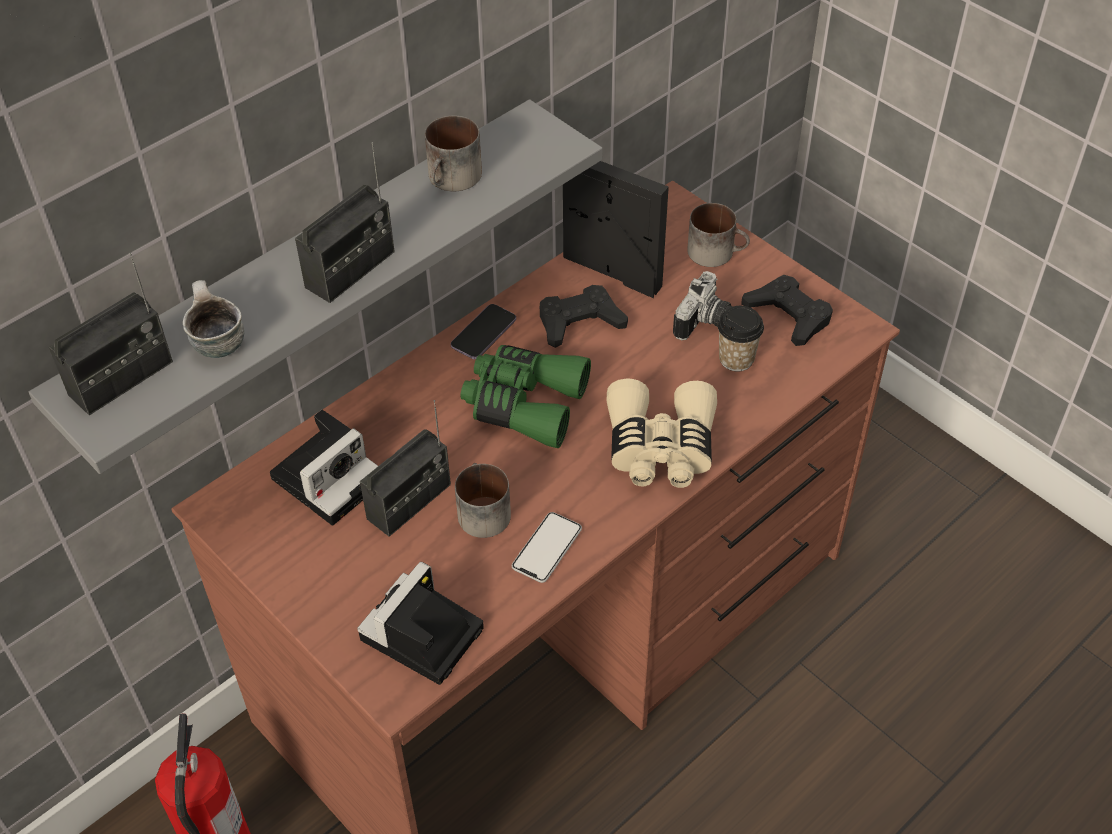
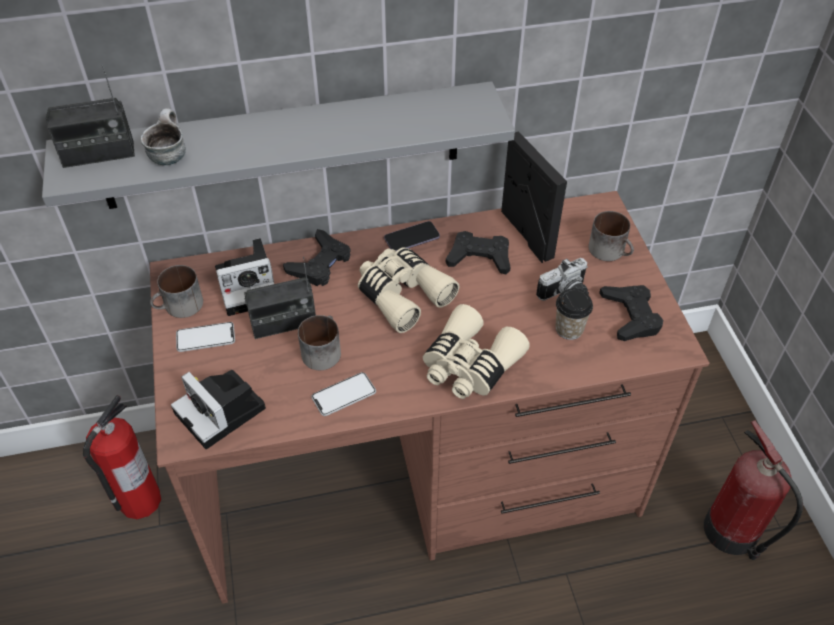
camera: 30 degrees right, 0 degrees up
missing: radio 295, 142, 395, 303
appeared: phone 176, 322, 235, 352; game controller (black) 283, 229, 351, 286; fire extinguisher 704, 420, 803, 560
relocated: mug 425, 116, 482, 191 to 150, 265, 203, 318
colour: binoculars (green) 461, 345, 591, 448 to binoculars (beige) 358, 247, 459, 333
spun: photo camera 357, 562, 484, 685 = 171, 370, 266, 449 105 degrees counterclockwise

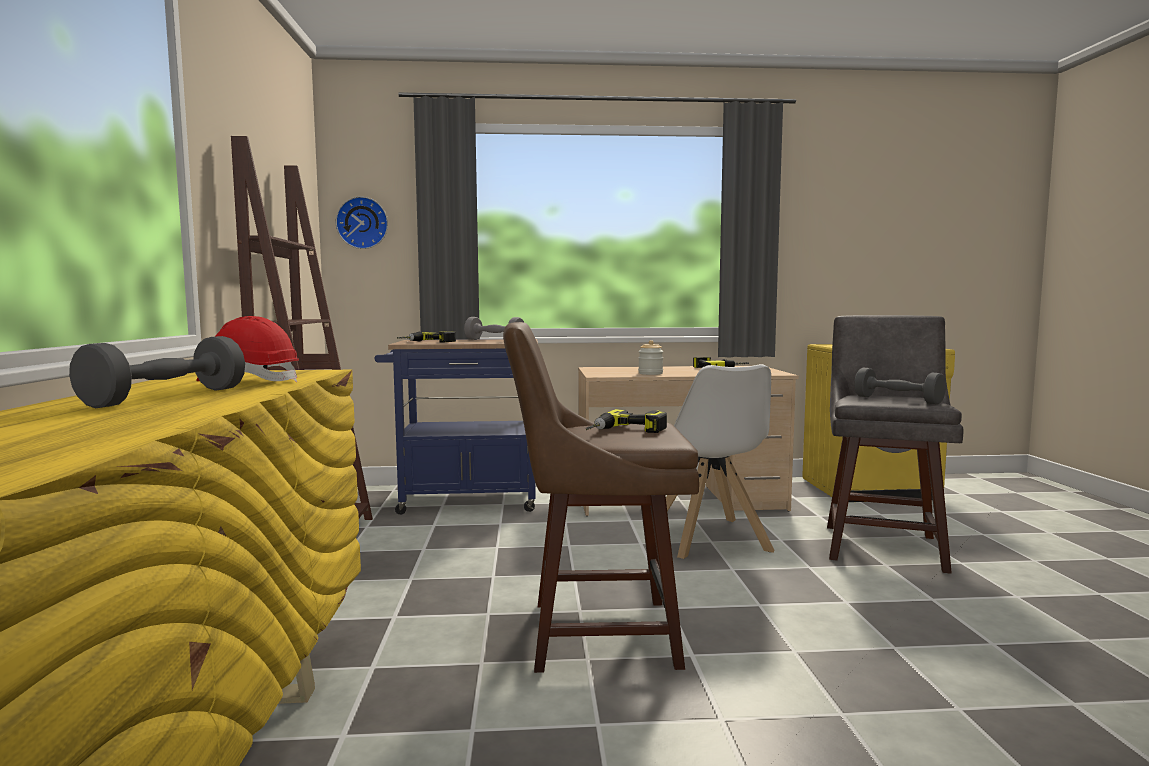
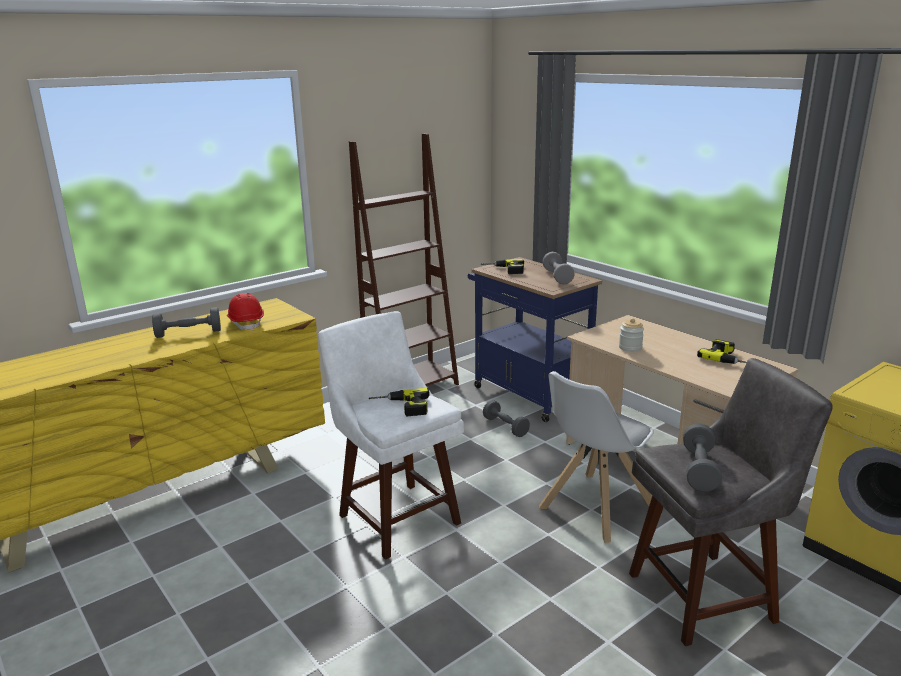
camera: 55 degrees right, 15 degrees up
missing: wall clock 336, 196, 388, 249
appeared: dumbbell (grey) 483, 400, 530, 437
colour: stool (brown) 503, 322, 699, 673 to stool (white) 318, 311, 464, 560

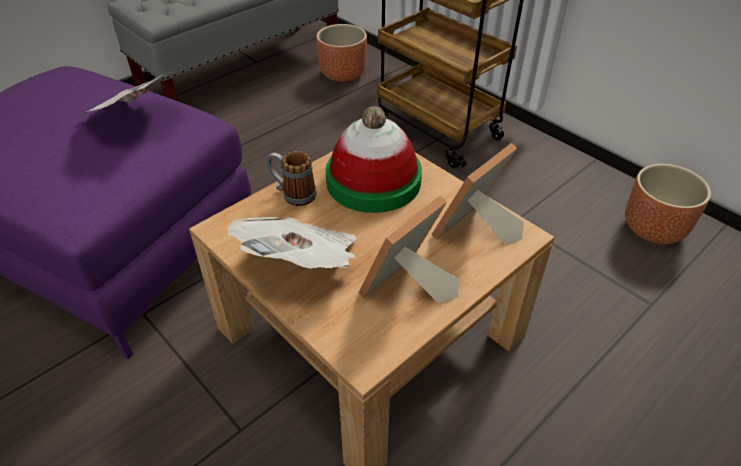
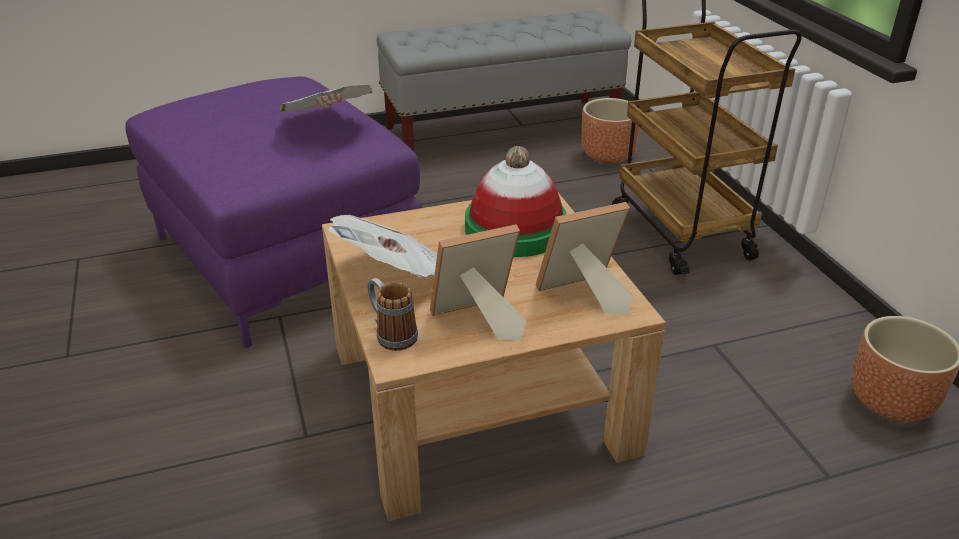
camera: 25 degrees right, 10 degrees down
relocated: mug 266, 151, 317, 206 to 367, 278, 418, 351

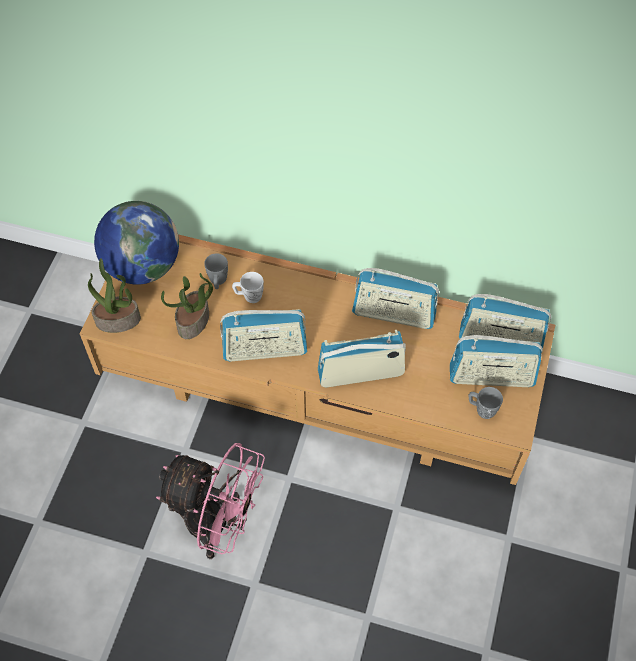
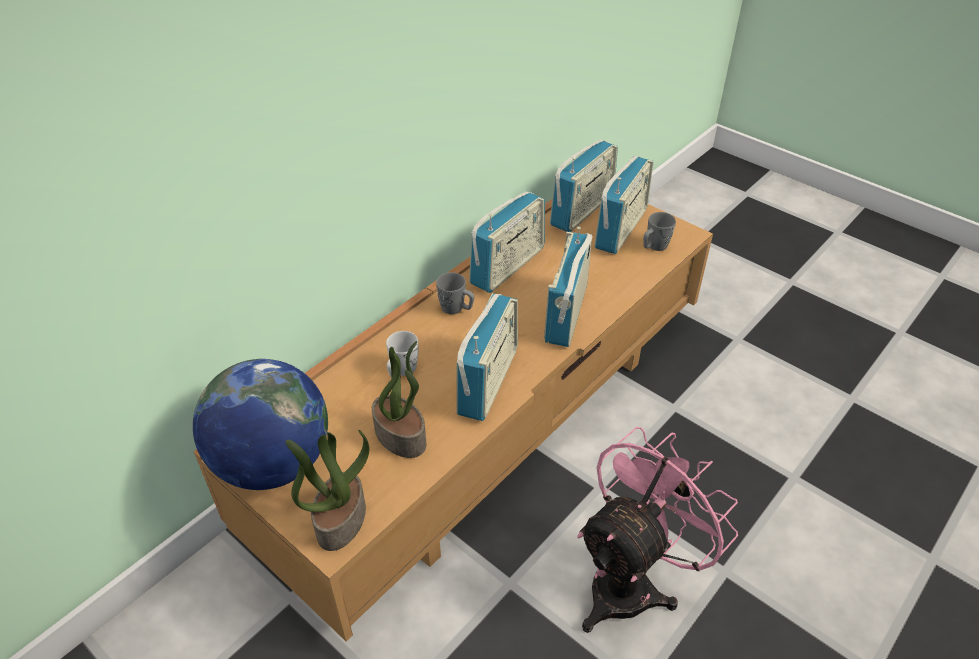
camera: 65 degrees left, 15 degrees down
relocated: mug (grey) 204, 253, 228, 289 to 436, 272, 474, 314

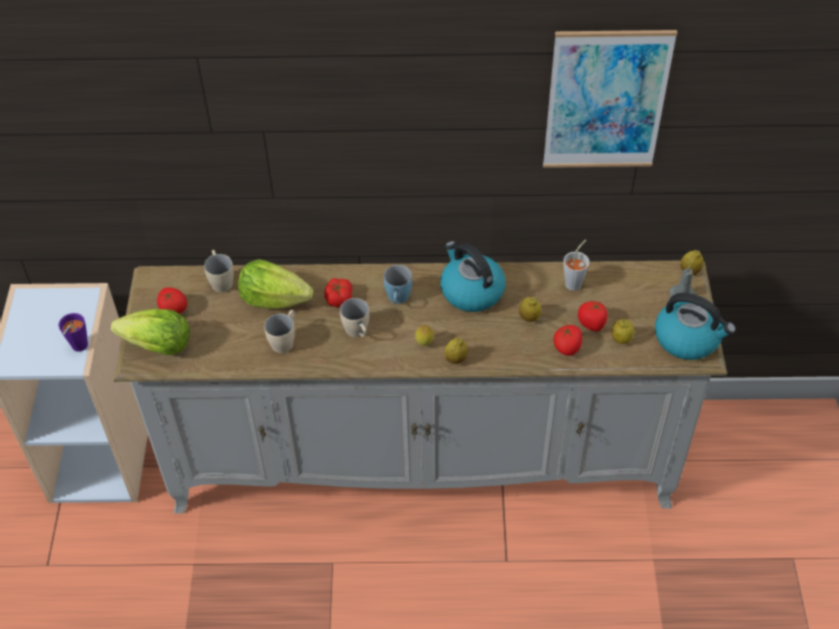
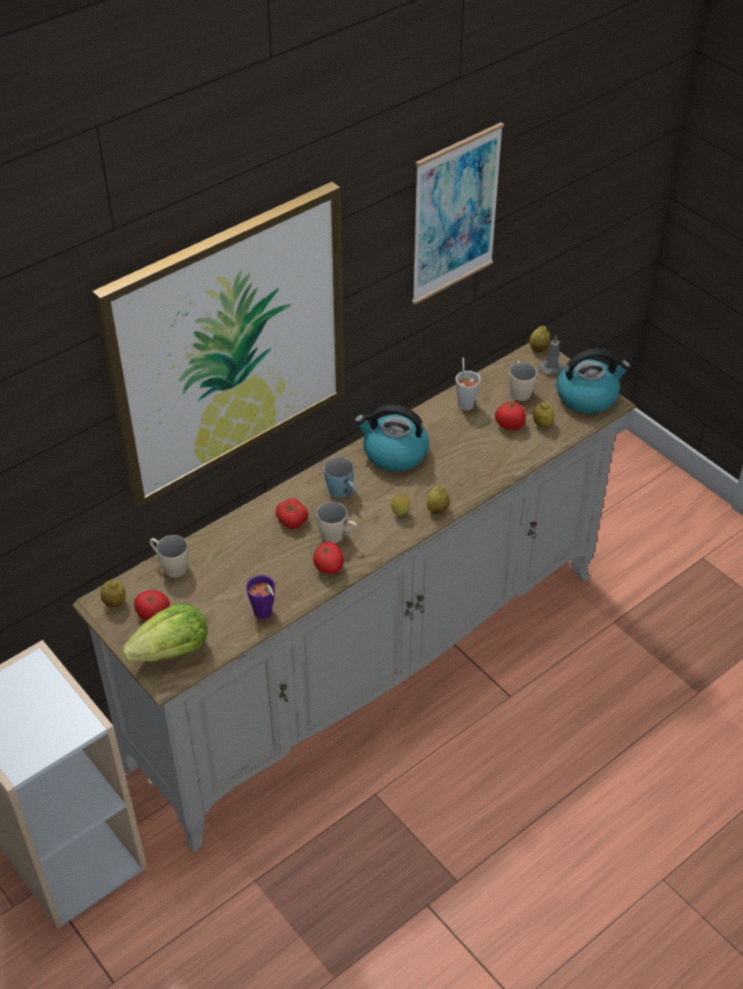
camera: 40 degrees left, 5 degrees down
missing: lettuce 238, 259, 313, 309
appeared: picture 92, 182, 344, 507
relocated: cup (purple) 59, 313, 88, 352 to 246, 575, 275, 619; mug (beige) 264, 310, 295, 353 to 509, 359, 537, 401; lemon 519, 297, 541, 322 to 100, 580, 126, 607; tomato 554, 325, 582, 356 to 313, 542, 344, 574

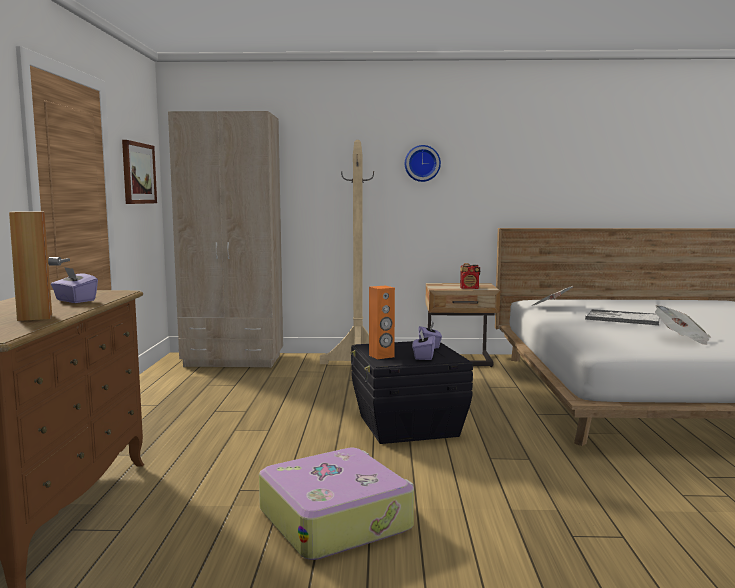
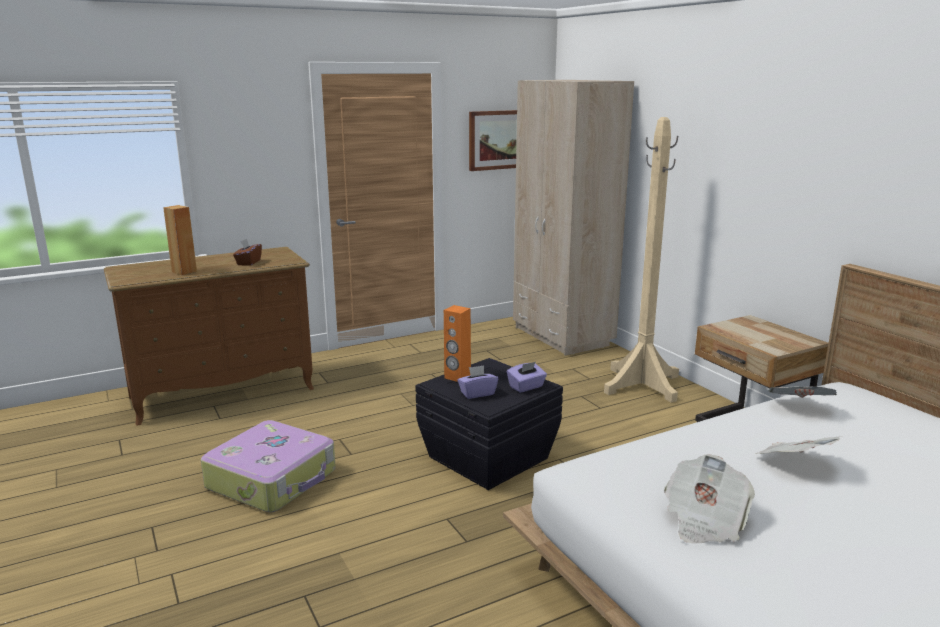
camera: 60 degrees right, 10 degrees up
missing: wall clock 405, 145, 441, 182; radio 460, 263, 480, 289
exchanged: tray 585, 309, 660, 325 to newspaper 755, 436, 843, 454
colour: tissue box (purple) 51, 267, 98, 303 to tissue box (brown) 233, 238, 262, 266

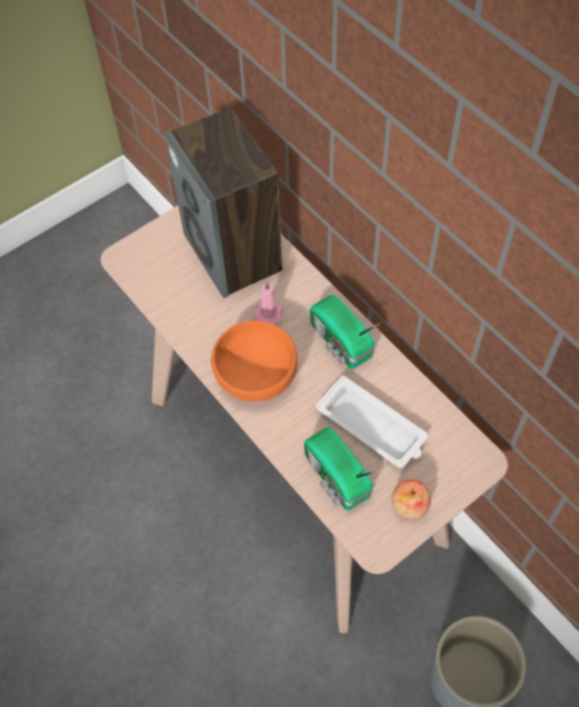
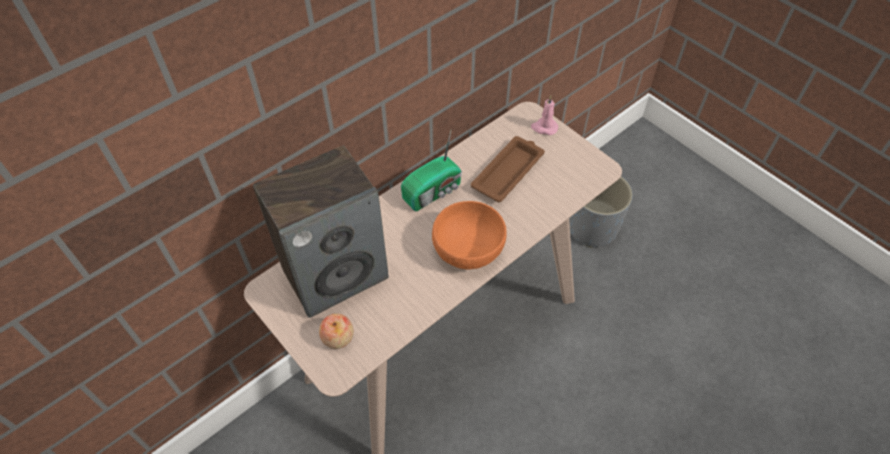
camera: 95 degrees left, 5 degrees down
missing: radio 304, 427, 381, 511
relocated: candle (pink) 254, 281, 283, 325 to 531, 95, 558, 135; apple 391, 479, 431, 519 to 319, 313, 354, 349
colour: tray (white) 316, 375, 428, 468 to tray (brown) 471, 136, 545, 202

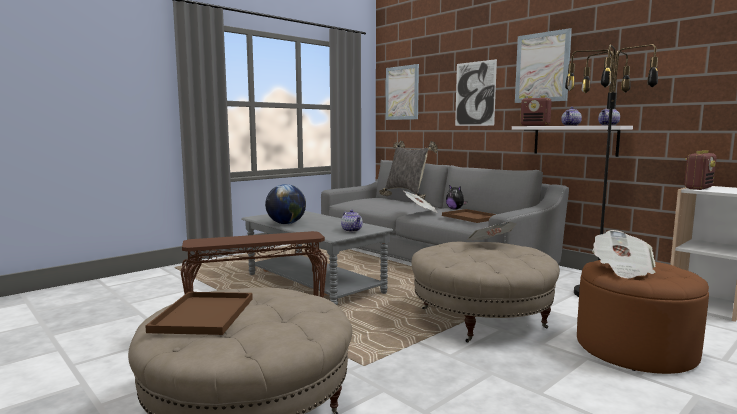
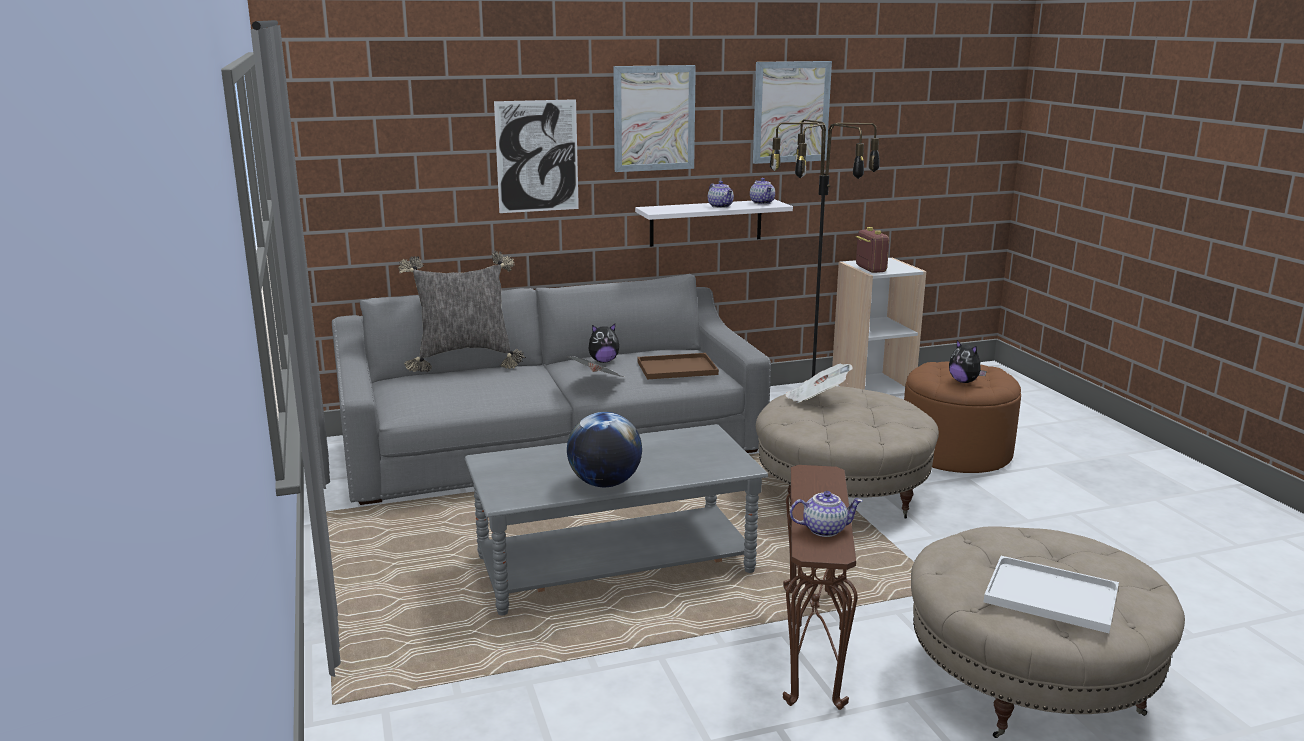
camera: 65 degrees left, 10 degrees up
missing: radio 520, 96, 552, 126
relocated: teapot 341, 210, 363, 232 to 790, 491, 863, 537; picture 386, 64, 419, 120 to 753, 61, 832, 164
exchanged: newspaper 593, 230, 656, 278 to plush toy 949, 340, 987, 383
colour: tray (brown) 145, 292, 253, 335 to tray (white) 984, 556, 1119, 633

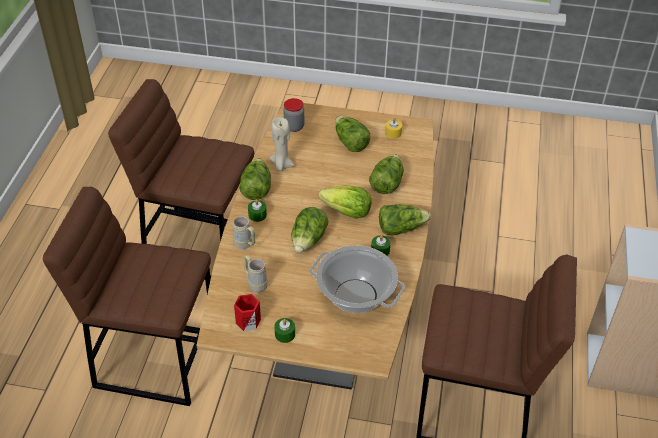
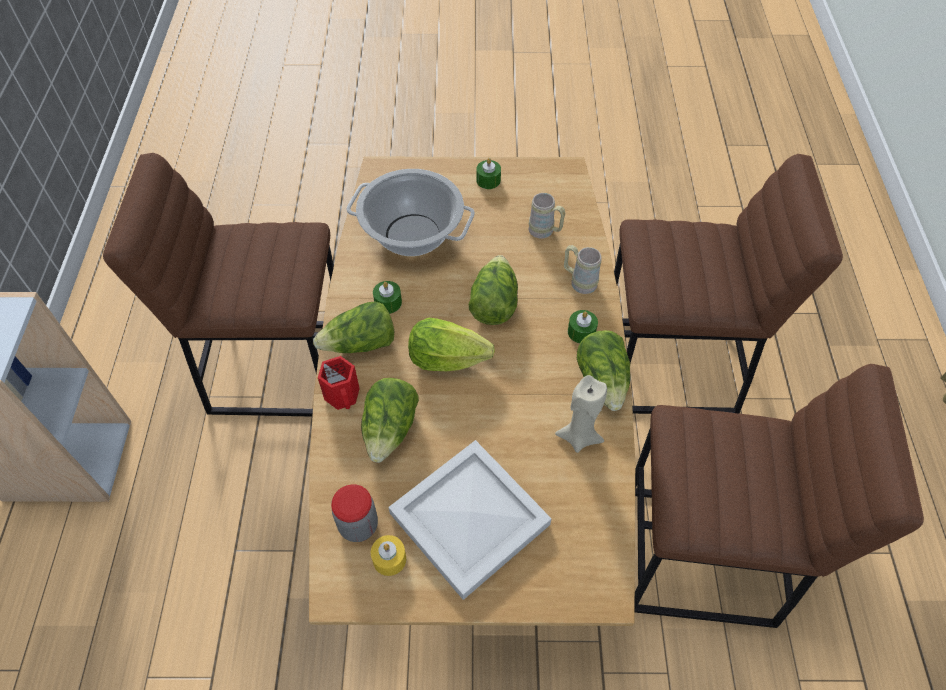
camera: 170 degrees right, 10 degrees up
relocated: mug (red) 234, 294, 261, 331 to 318, 356, 360, 410; jar 284, 98, 304, 132 to 331, 484, 378, 542
exchanged: lettuce 335, 116, 370, 152 to tray (white) 388, 440, 552, 600

